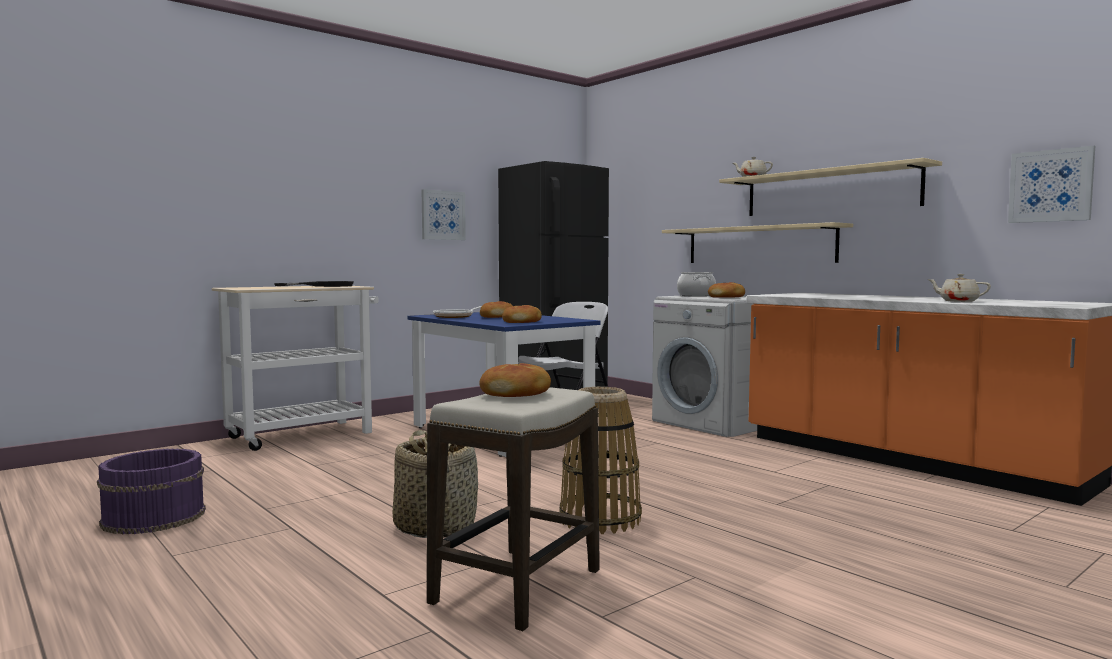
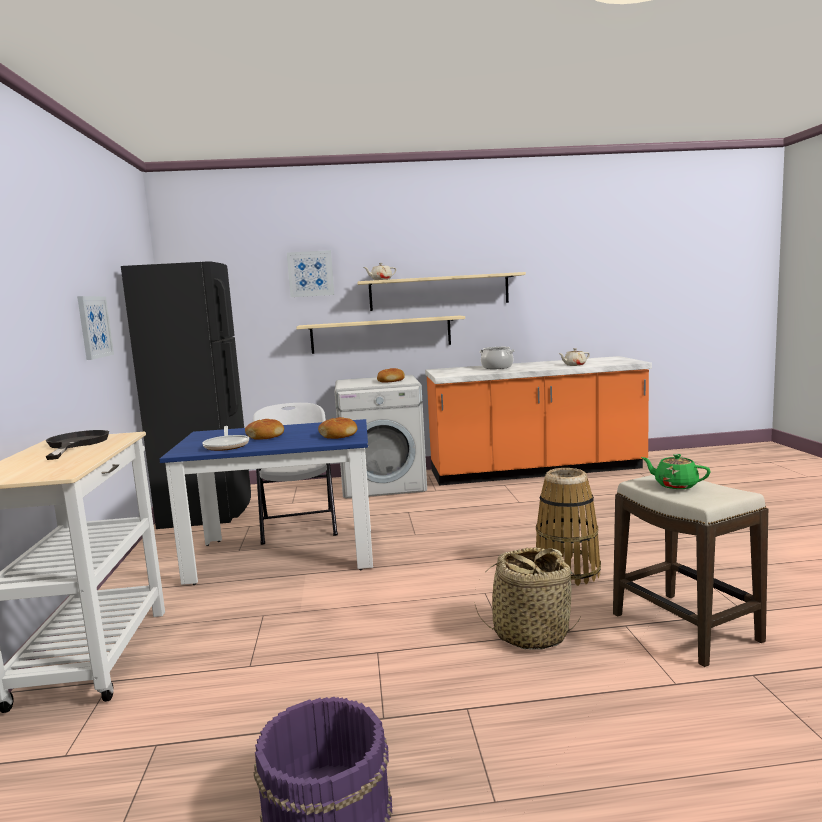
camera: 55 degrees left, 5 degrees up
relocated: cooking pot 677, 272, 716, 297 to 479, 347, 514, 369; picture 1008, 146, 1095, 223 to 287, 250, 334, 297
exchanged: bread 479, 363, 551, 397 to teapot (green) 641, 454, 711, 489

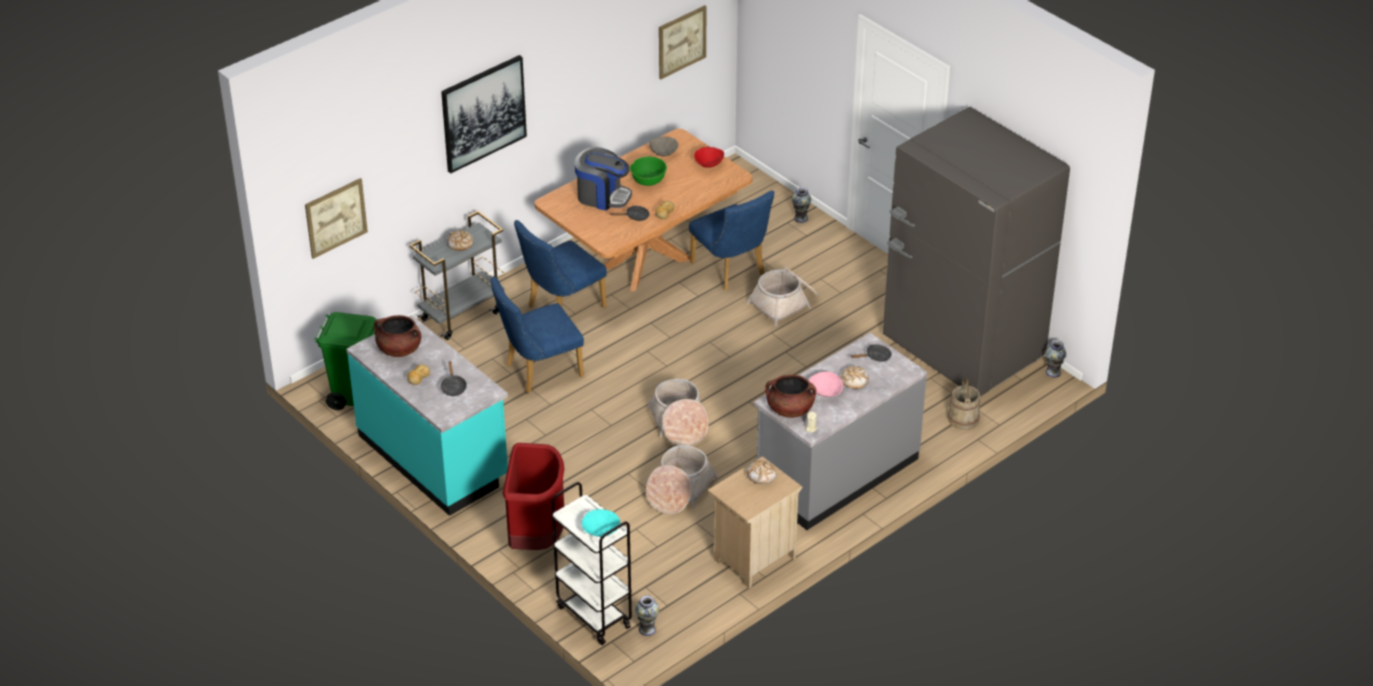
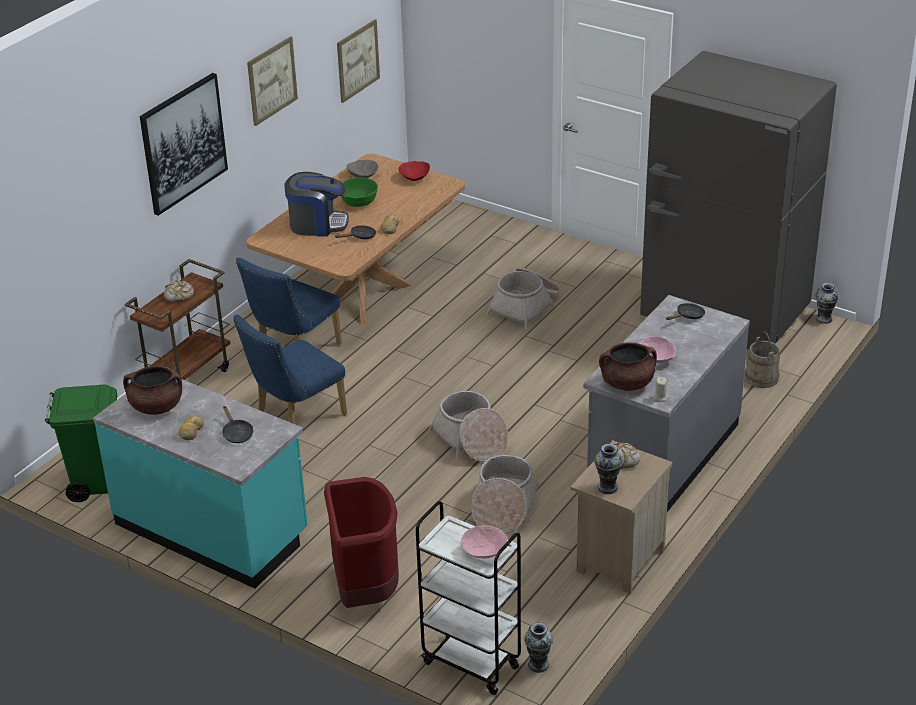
camera: 15 degrees left, 5 degrees down
missing: chair (blue) 689, 191, 775, 291; bread 841, 366, 869, 389
relocated: picture 305, 178, 368, 259 to 247, 36, 298, 126; vase 792, 187, 811, 223 to 594, 444, 623, 494
colour: cart (grey) 409, 211, 505, 340 to cart (brown) 125, 259, 231, 380; bowl (turquoise) 582, 509, 620, 537 to bowl (pink) 461, 526, 508, 559

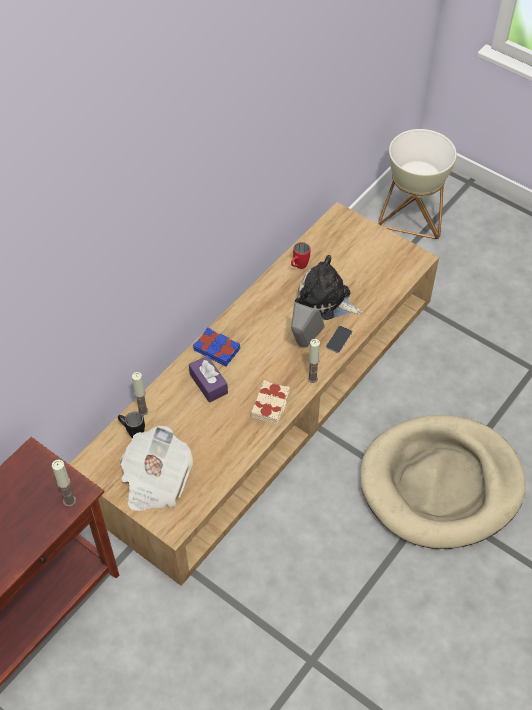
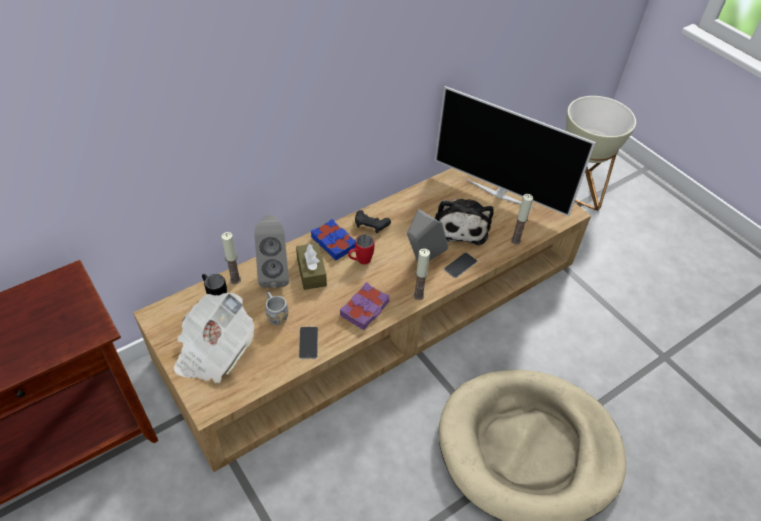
camera: 15 degrees right, 5 degrees down
appeared: speaker (grey) 255, 215, 289, 288; mug (grey) 265, 291, 289, 325; phone 299, 327, 318, 359; game controller (black) 355, 210, 391, 233; television 435, 86, 596, 216
relocated: candle 52, 460, 76, 507 to 511, 194, 533, 244; mug (red) 291, 242, 310, 269 to 348, 234, 375, 264
colour: tissue box (purple) 189, 356, 228, 403 to tissue box (brown) 296, 243, 327, 290; book (beige) 251, 380, 290, 424 to book (purple) 340, 282, 390, 330
spun: plush toy 295, 255, 362, 320 = 435, 198, 494, 245 135 degrees counterclockwise

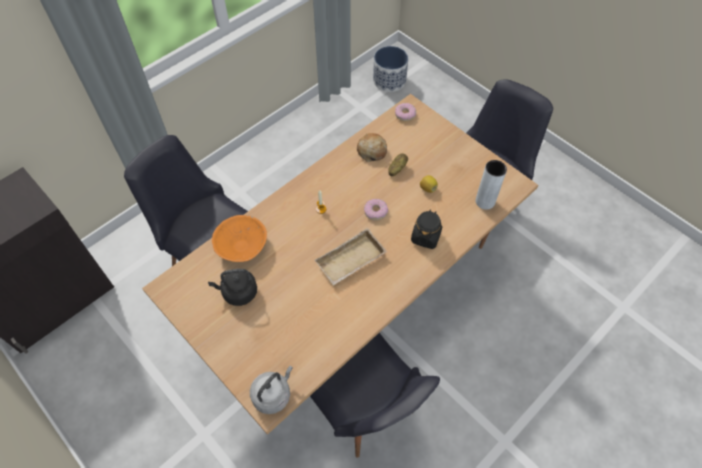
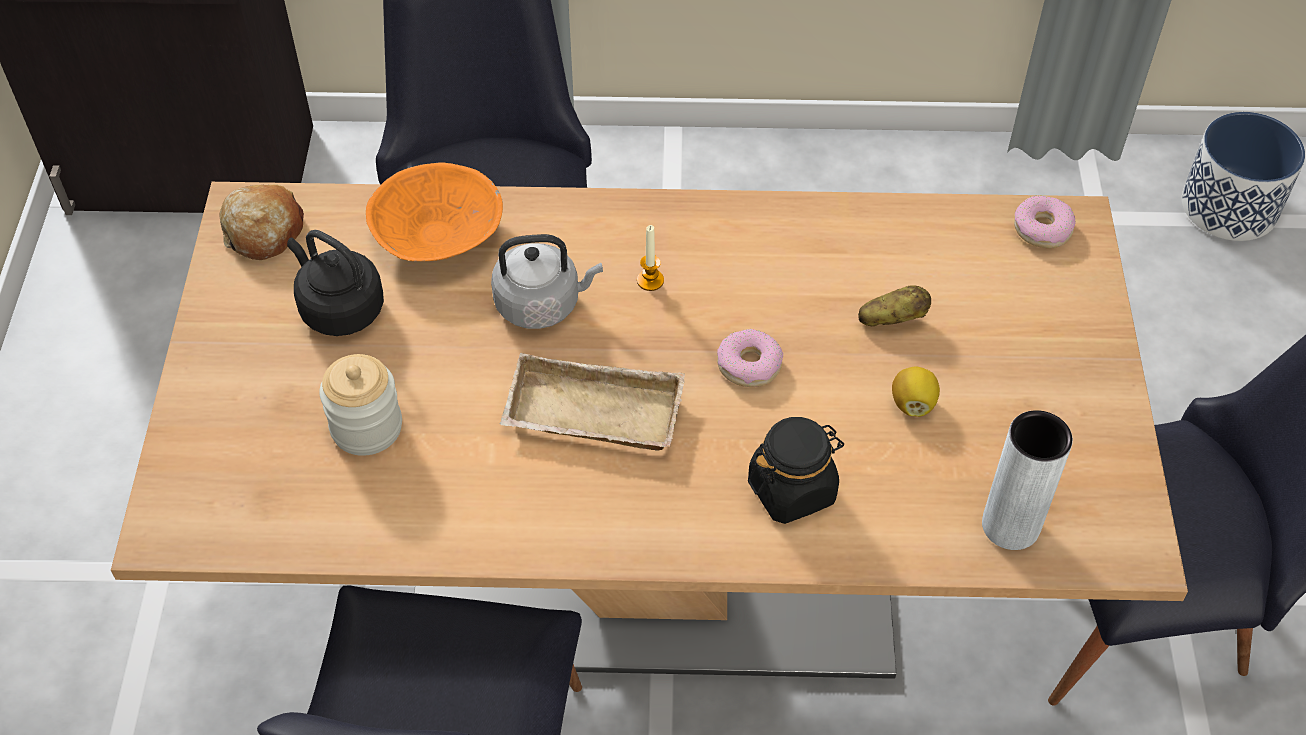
camera: 45 degrees right, 5 degrees down
appeared: jar 319, 354, 402, 456
relocated: kettle (grey) 250, 366, 293, 414 to 491, 234, 603, 329; bread 357, 133, 387, 162 to 219, 184, 304, 260

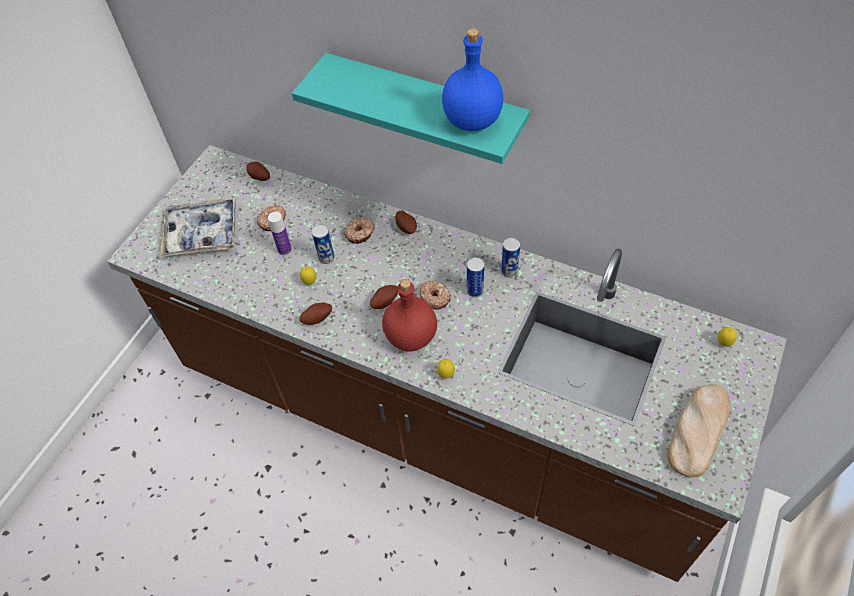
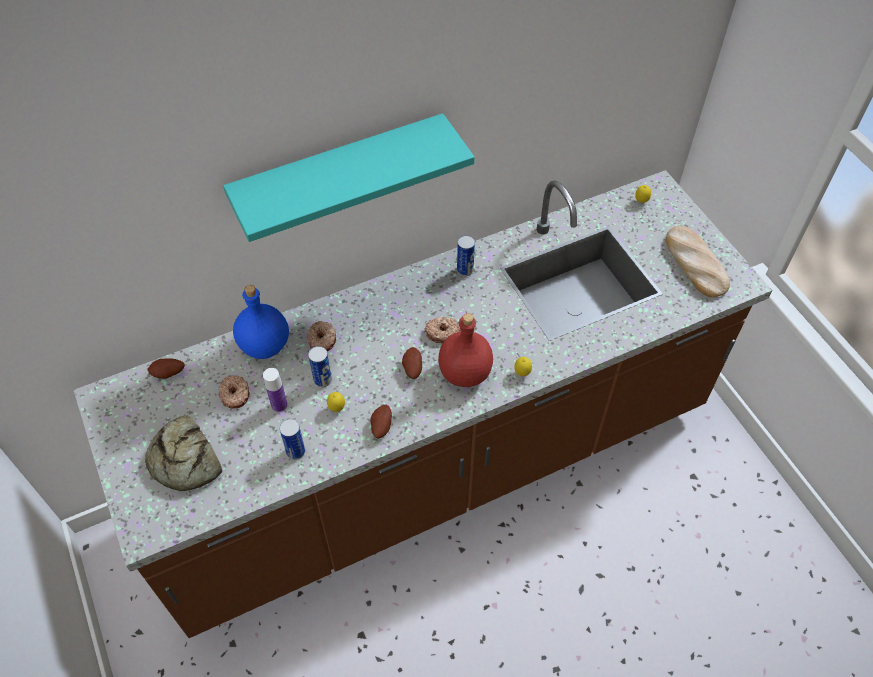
camera: 55 degrees left, 0 degrees up
missing: potato 395, 211, 417, 234
relocated: bottle (blue) 442, 28, 503, 131 to 233, 285, 289, 359; can 467, 257, 485, 297 to 279, 419, 305, 460
exchanged: tray 160, 198, 236, 257 to bread 145, 416, 222, 491

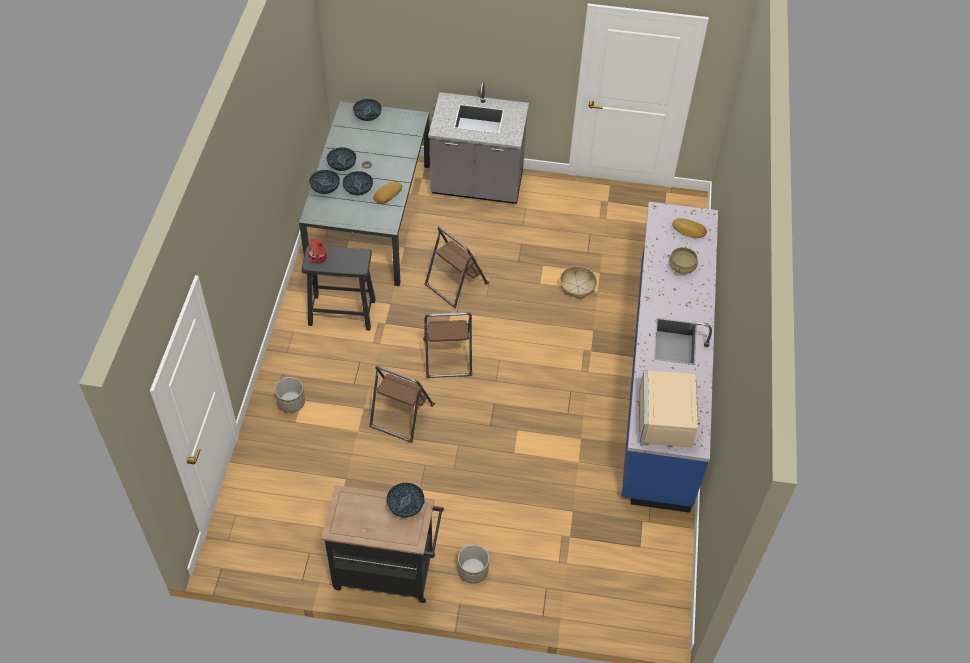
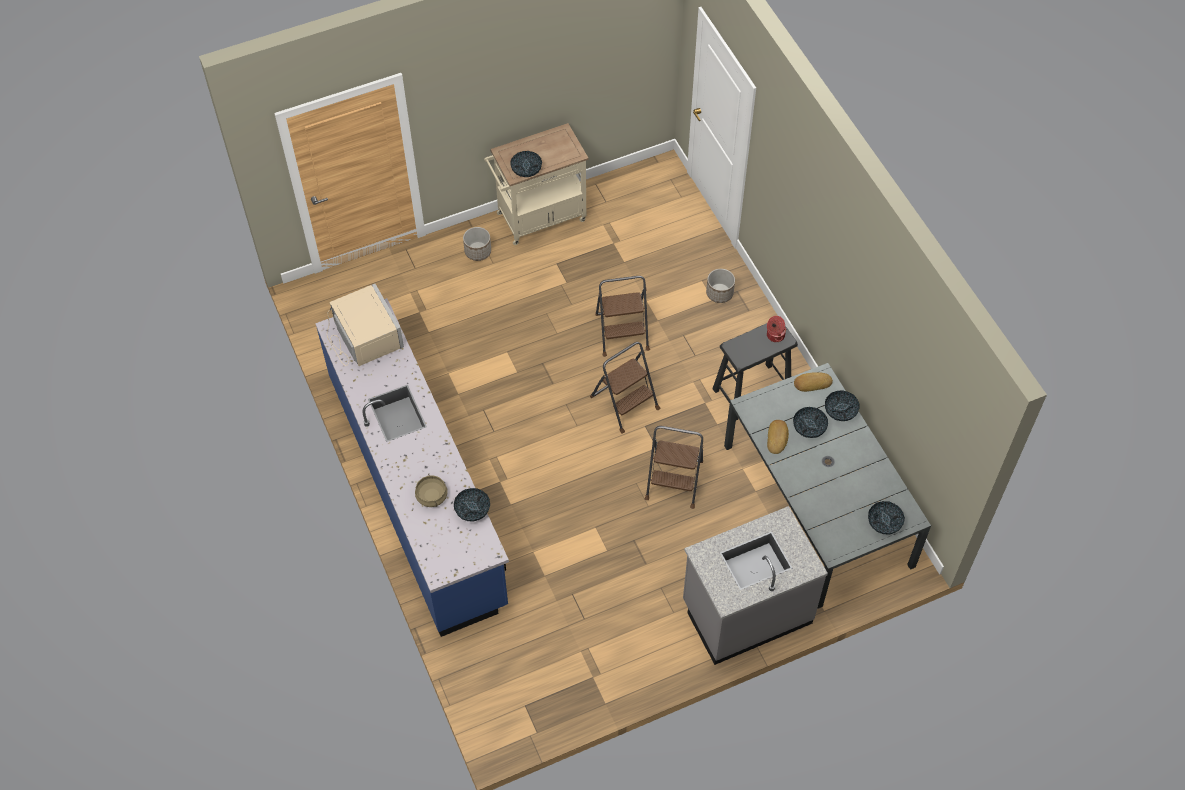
camera: 150 degrees right, 5 degrees up
missing: basket 560, 266, 597, 300
relocated: bowl 326, 148, 356, 171 to 454, 488, 490, 522; bread 672, 218, 707, 238 to 794, 372, 833, 392
colour: cart (black) 321, 485, 444, 603 to cart (beige) 484, 123, 589, 245

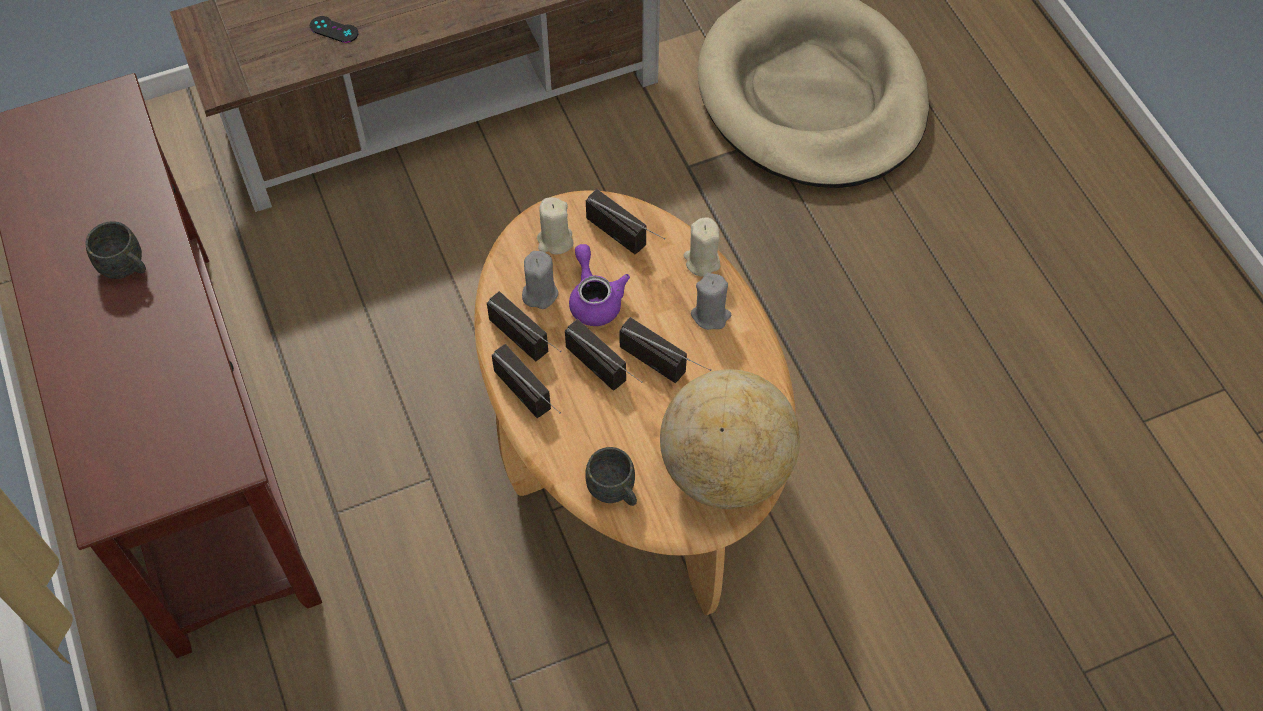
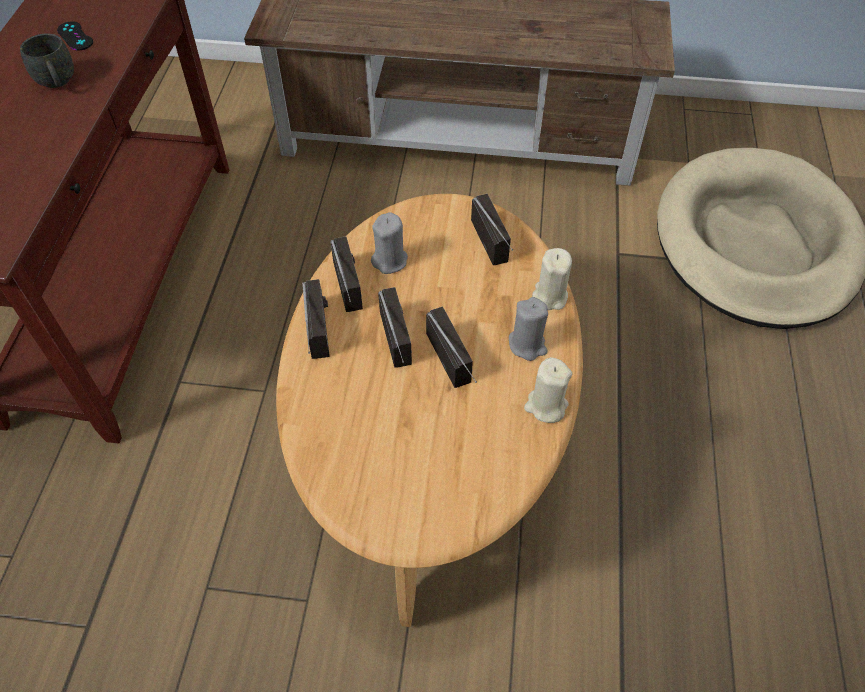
camera: 30 degrees right, 5 degrees down
missing: teapot (purple) 569, 244, 630, 326; mug (grey) 585, 447, 637, 506; globe 660, 369, 800, 509
relocated: game controller (black) 310, 16, 358, 43 to 57, 21, 93, 50; candle (beige) 537, 197, 573, 255 to 524, 357, 572, 423

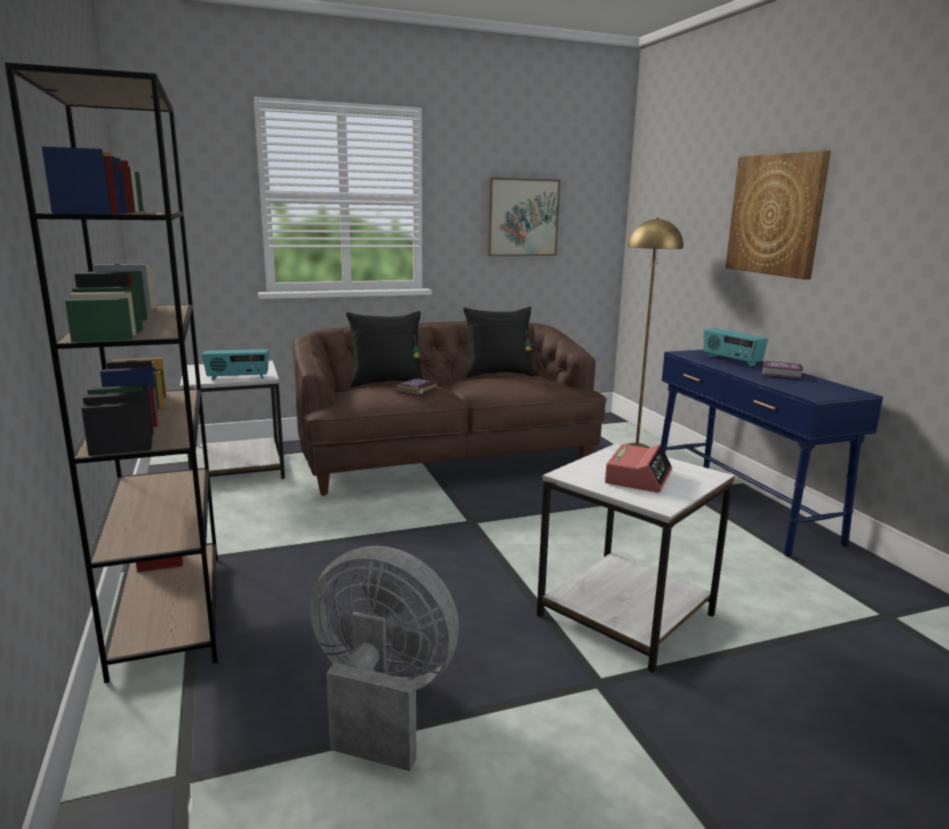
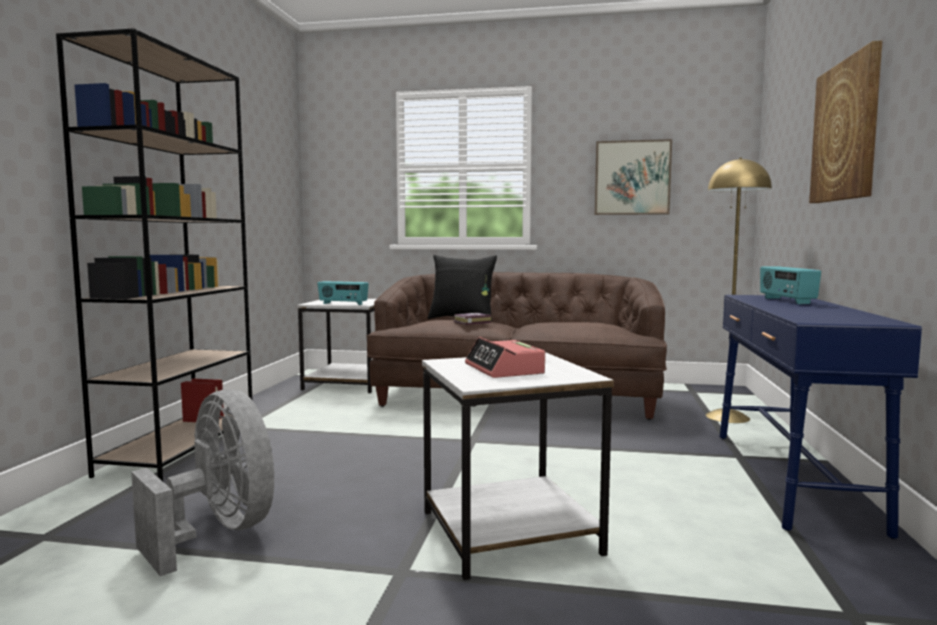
camera: 30 degrees right, 10 degrees down
missing: pillow (black) 463, 307, 534, 378; book 762, 361, 803, 380
spun: alarm clock 605, 444, 672, 493 = 465, 337, 545, 378 105 degrees clockwise

